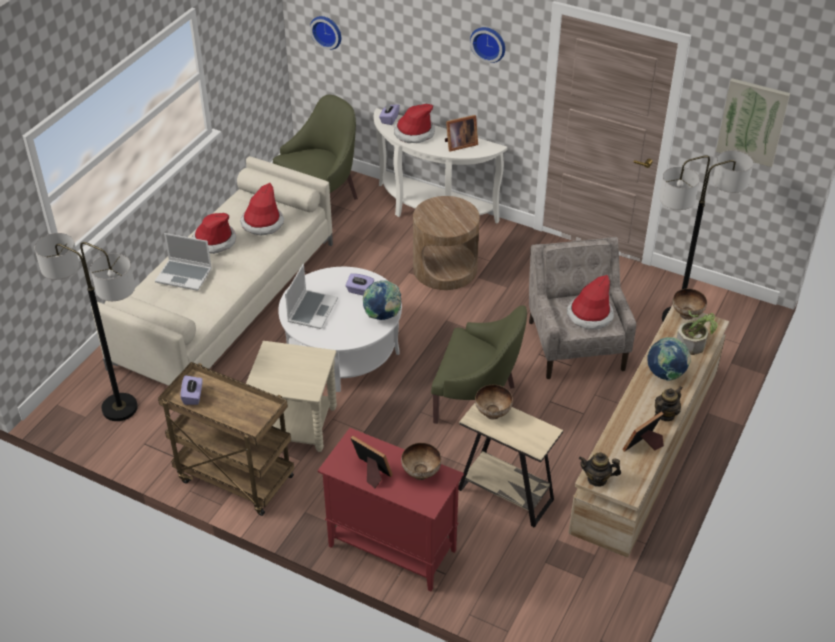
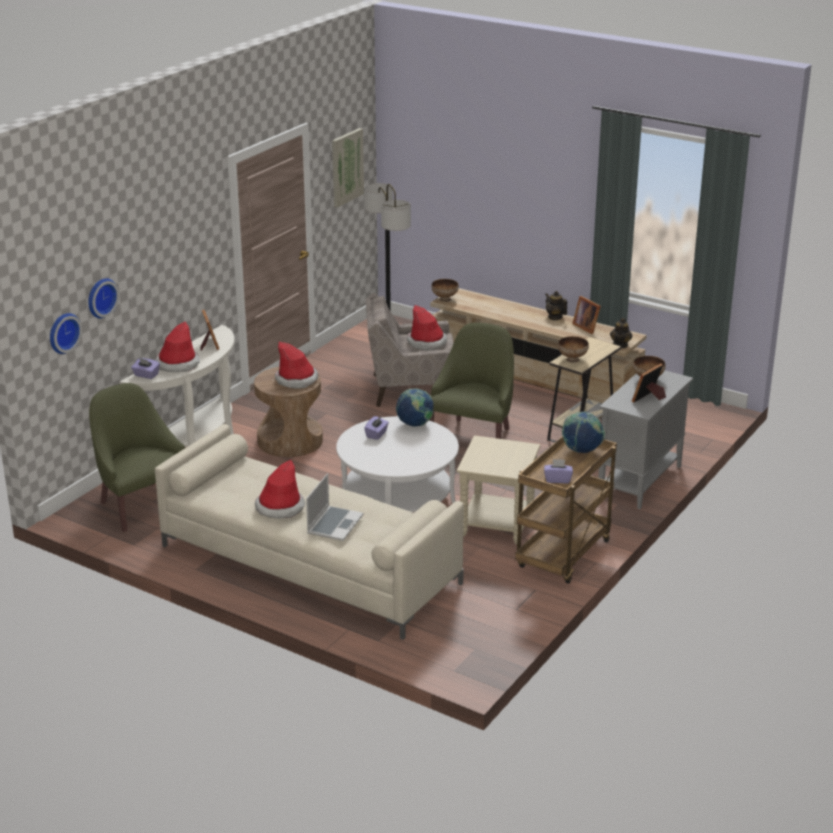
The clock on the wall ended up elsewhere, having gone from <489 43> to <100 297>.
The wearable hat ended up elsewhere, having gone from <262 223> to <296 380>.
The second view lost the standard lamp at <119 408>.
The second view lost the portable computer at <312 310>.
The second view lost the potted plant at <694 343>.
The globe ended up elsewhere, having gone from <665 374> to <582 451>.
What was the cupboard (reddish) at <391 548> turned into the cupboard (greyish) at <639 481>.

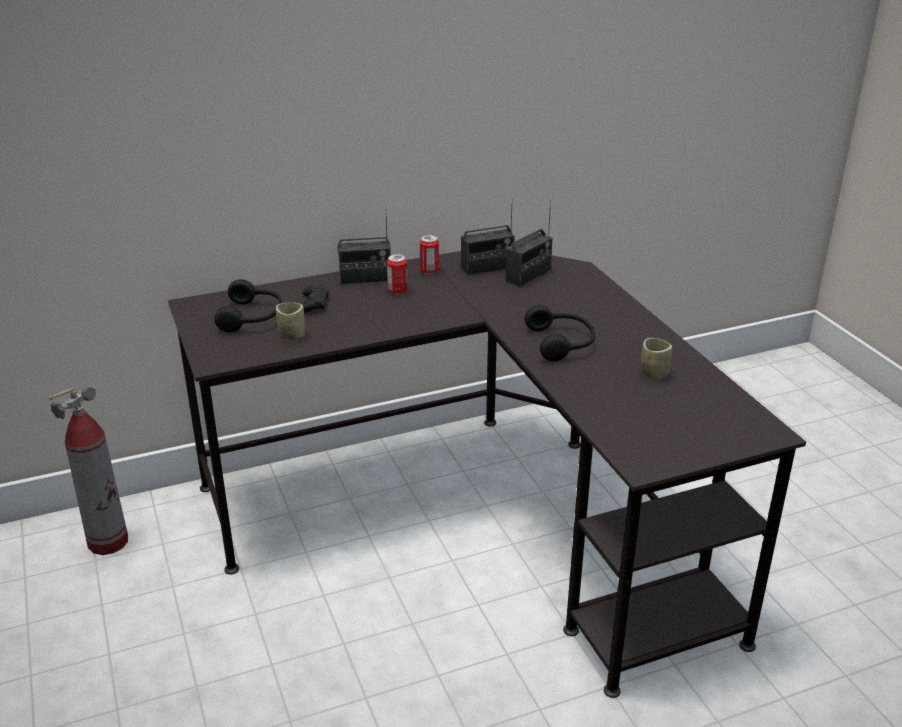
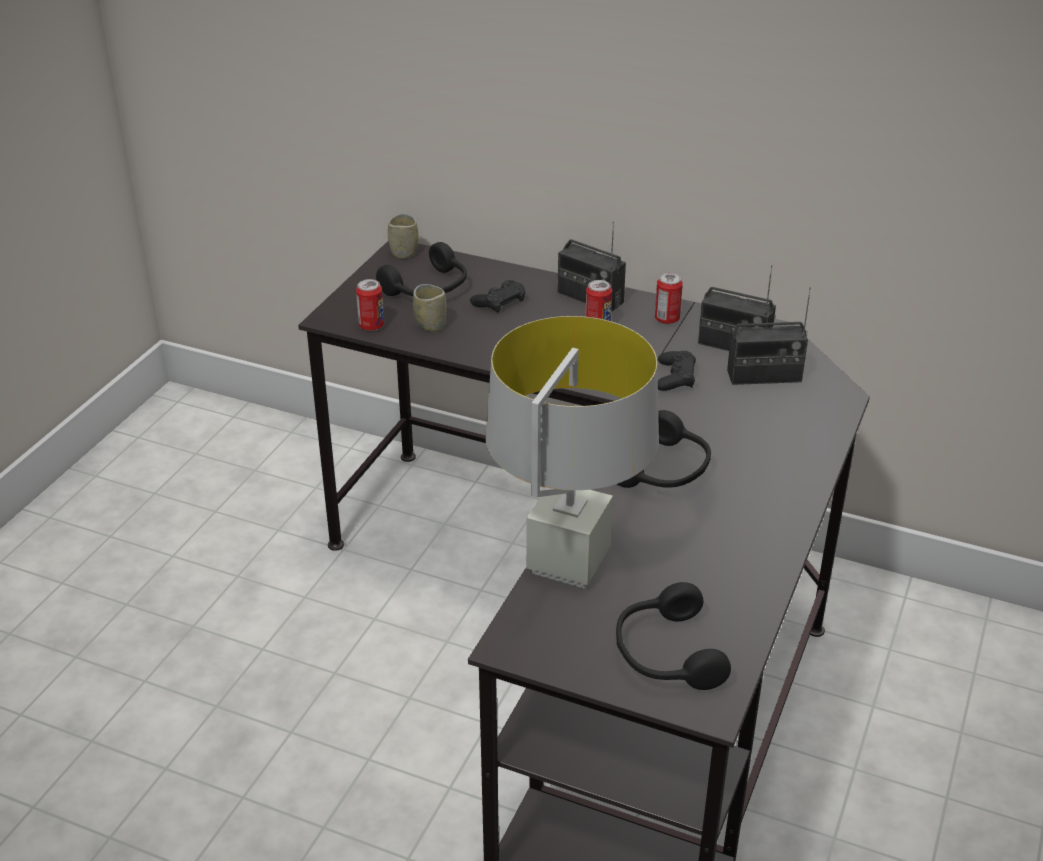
The drinking cup ended up elsewhere, having gone from <654 374> to <404 252>.
The second view lost the fire extinguisher at <108 541>.
The second view gained the sealed can at <371 326>.
The second view gained the tabletop lamp (greyish) at <567 564>.
The second view gained the joypad (black-coloured) at <675 377>.
The second view gained the headset (black-coloured) at <665 654>.

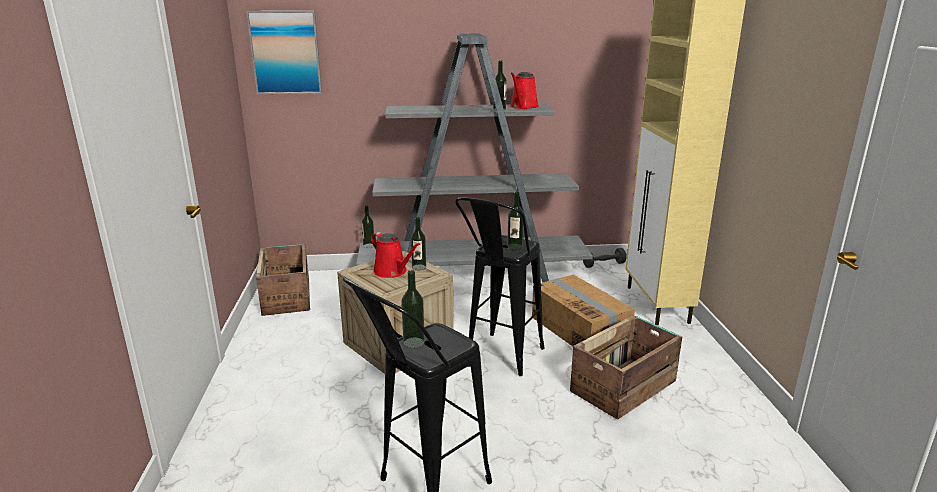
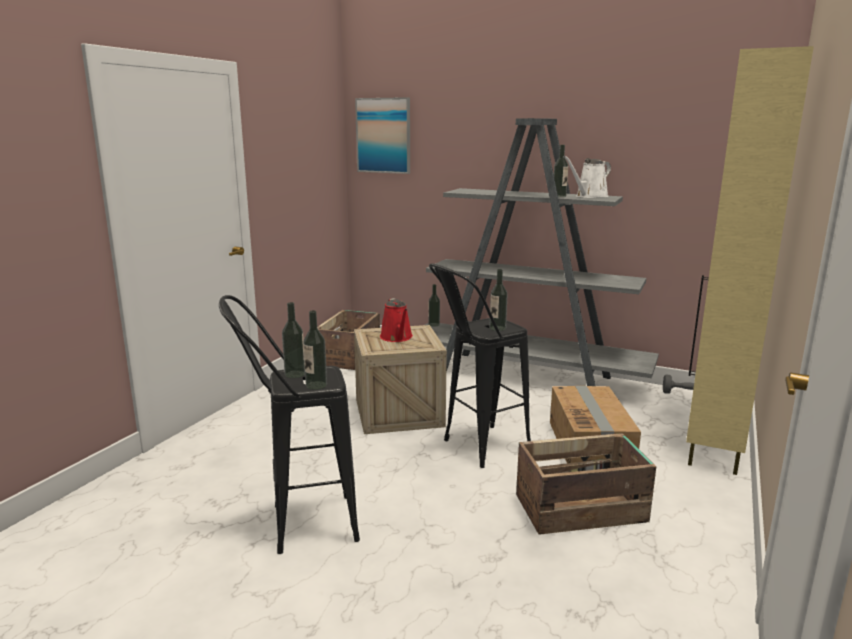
What was the sprinkling can (reddish) at <523 107> turned into the sprinkling can (whitish) at <589 196>.
The beverage bottle ended up elsewhere, having gone from <419 267> to <316 385>.

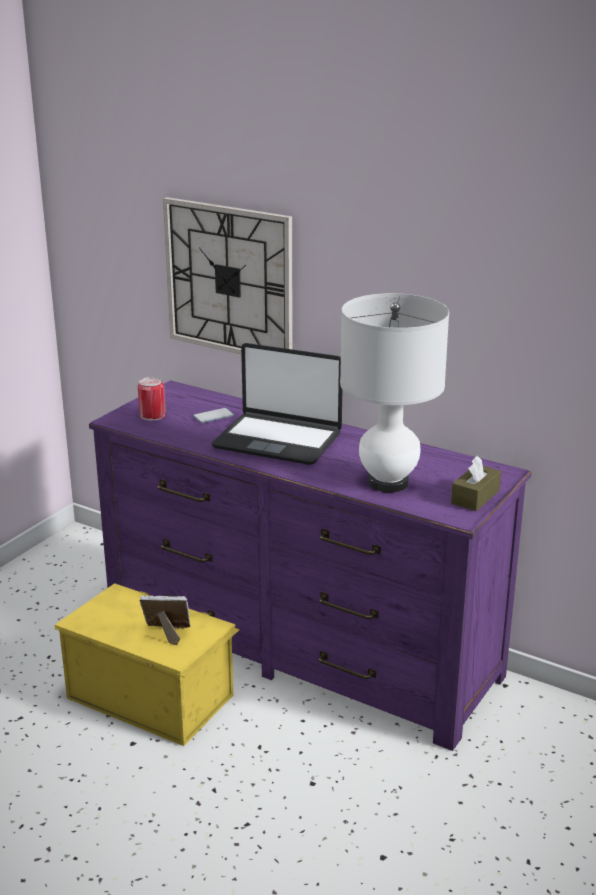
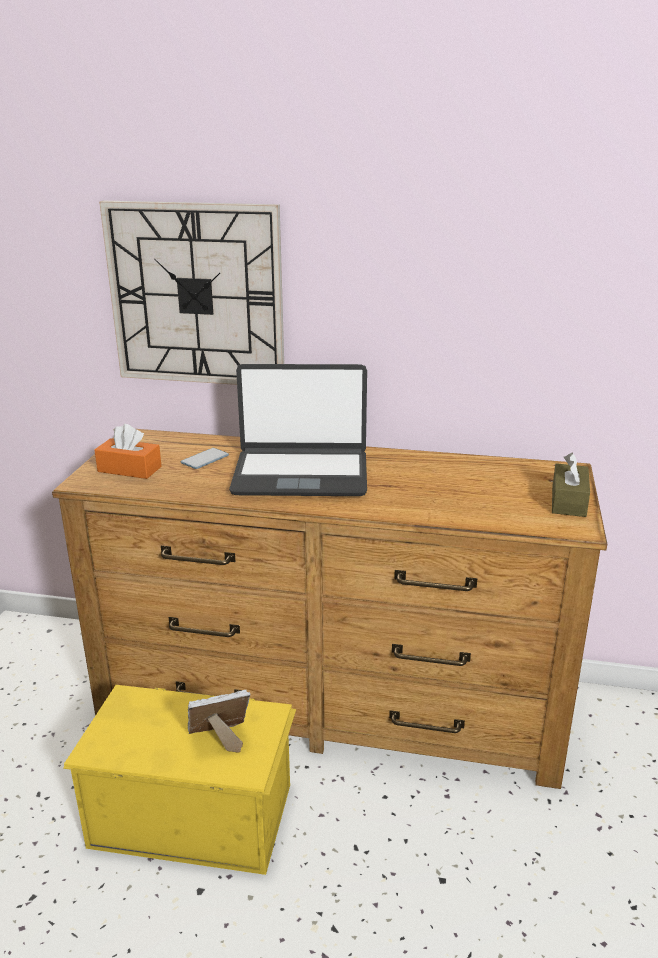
The second view lost the tabletop lamp (whitish) at <388 482>.
Where the sealed can stood at <152 415>, the tissue holder (orange) came to stand at <129 469>.
What was the chest of drawers (purplish) at <300 646> turned into the chest of drawers (brownish) at <331 703>.

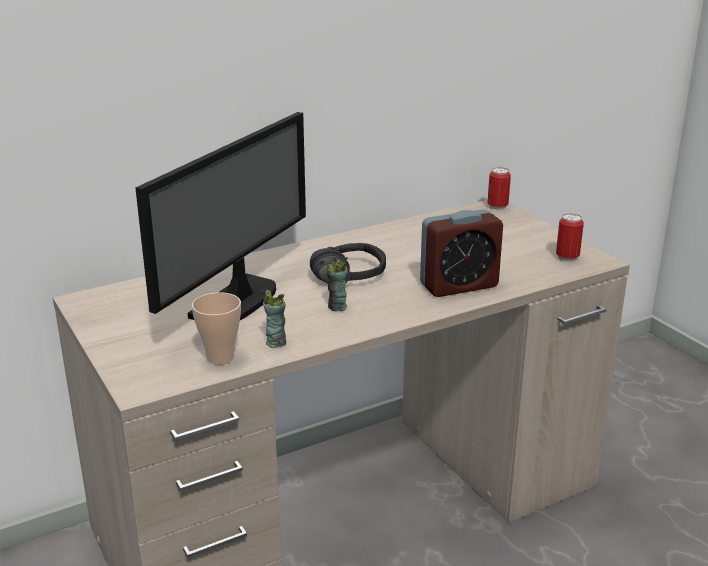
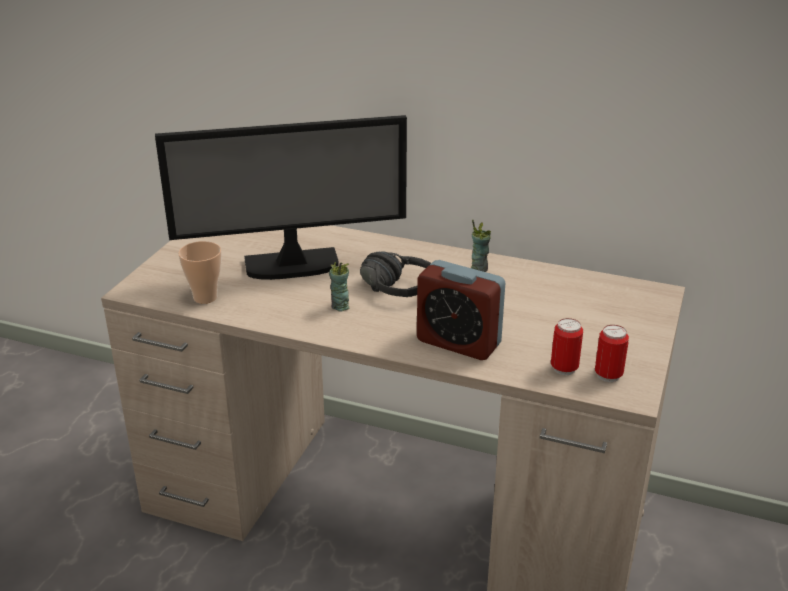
The sealed can ended up elsewhere, having gone from <497 207> to <564 368>.
The drinking cup ended up elsewhere, having gone from <275 342> to <479 268>.

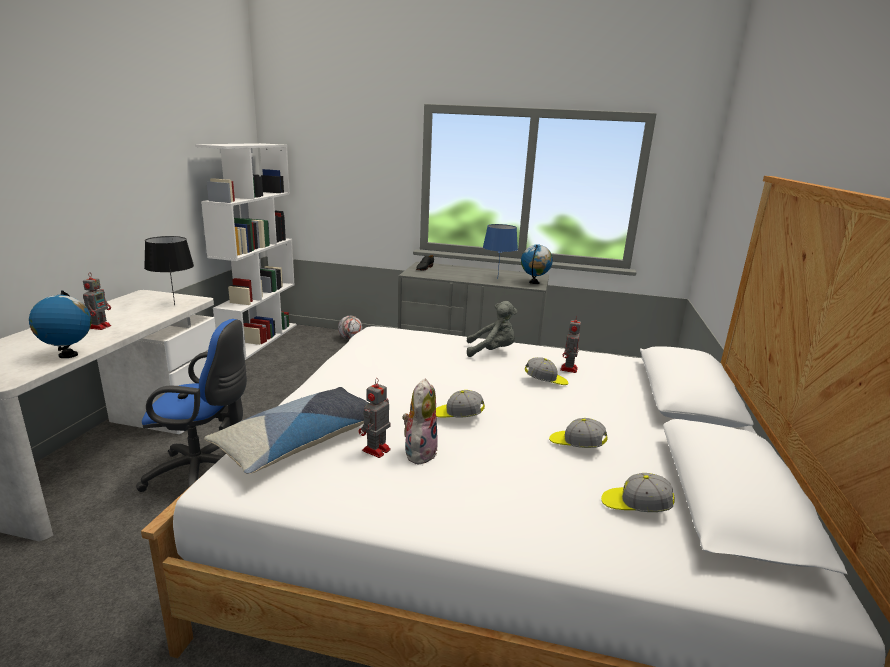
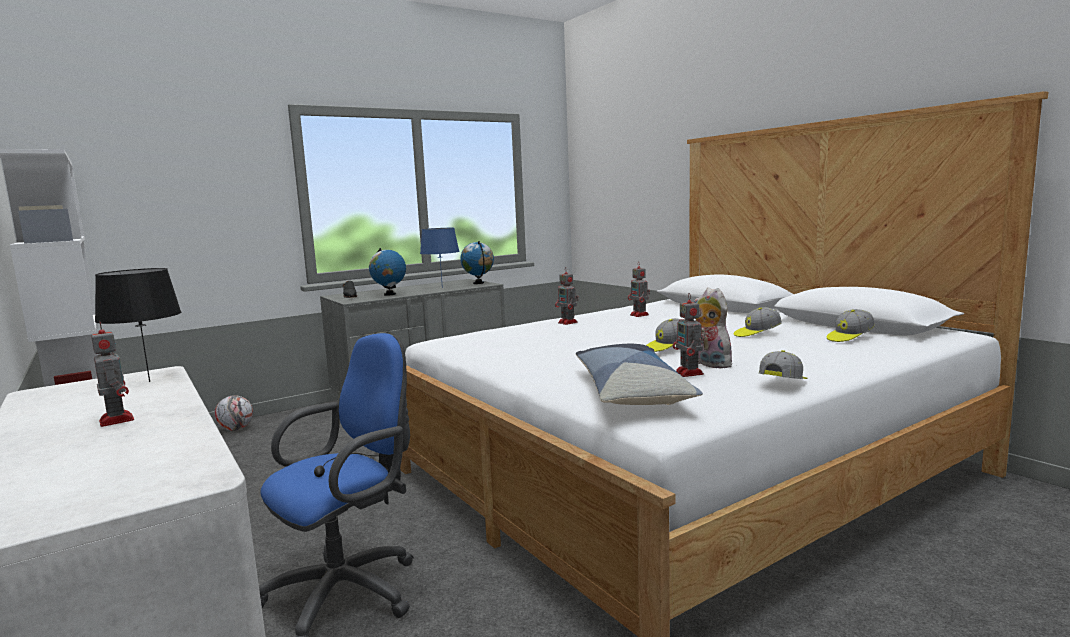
The globe ended up elsewhere, having gone from <68 355> to <389 294>.
Where the cuddly toy (greyish) stood at <492 351>, the model robot came to stand at <568 322>.
The cap ended up elsewhere, having gone from <545 381> to <783 384>.

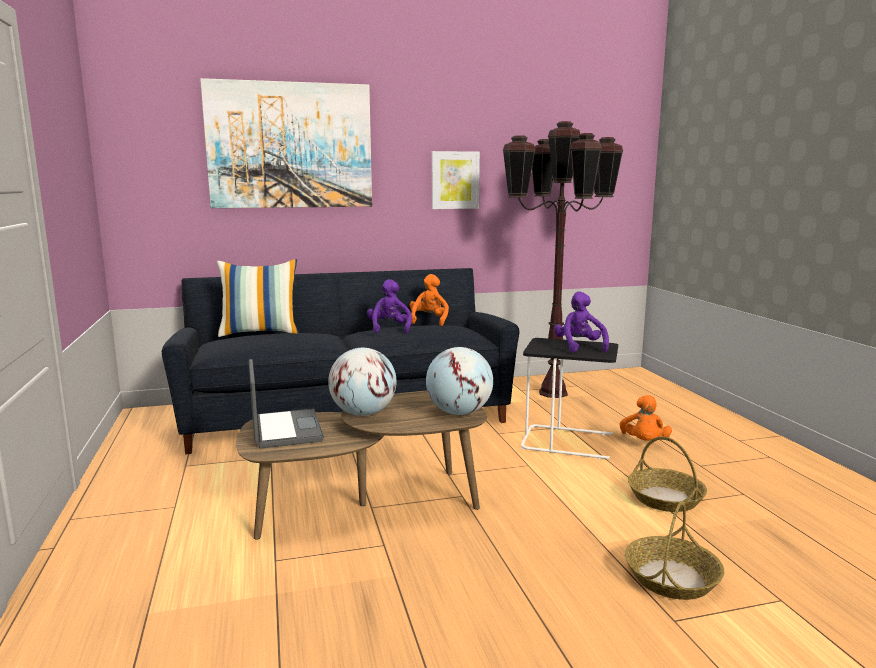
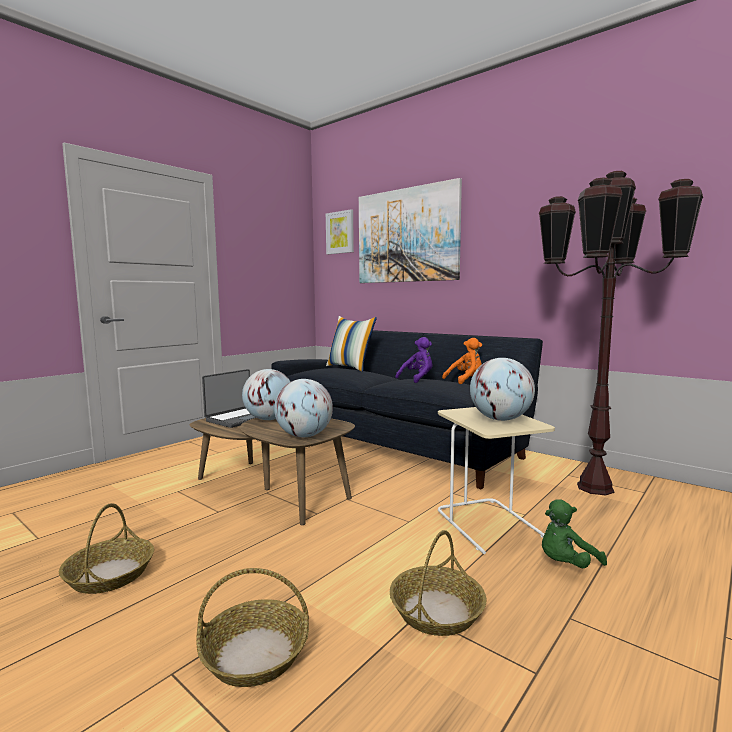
The wall picture ended up elsewhere, having gone from <455 180> to <340 232>.
Where the cuddly toy (purplish) stood at <579 347>, the globe came to stand at <500 419>.
What was the accent table (black-coloured) at <568 442> turned into the accent table (beige) at <490 525>.
What was the cuddly toy (orange) at <644 443> turned into the cuddly toy (green-coloured) at <566 564>.
The second view gained the storage basket at <109 574>.

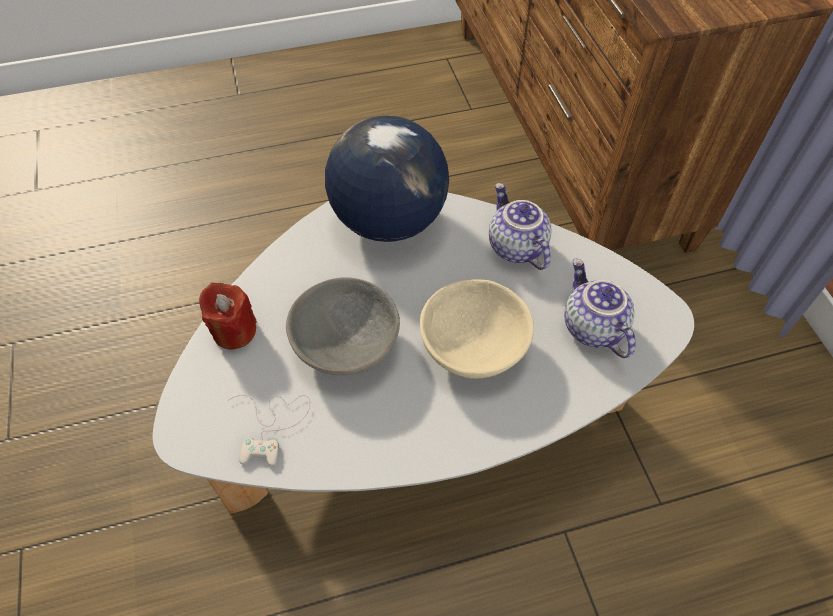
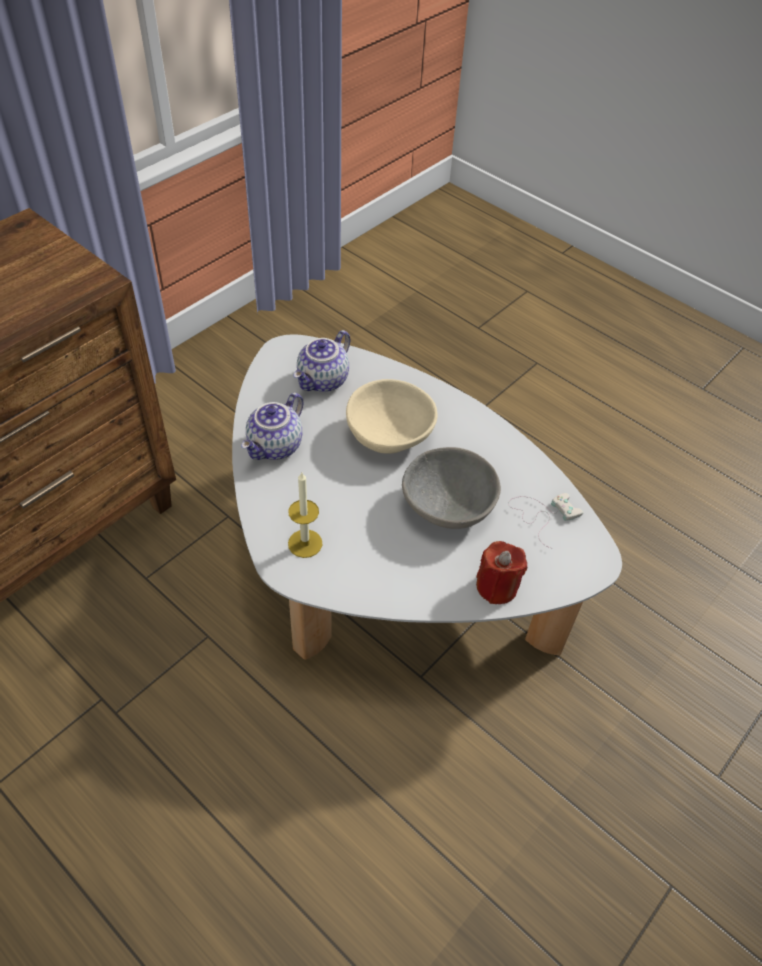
Where the globe stood at <388 221>, the wax light came to stand at <305 543>.

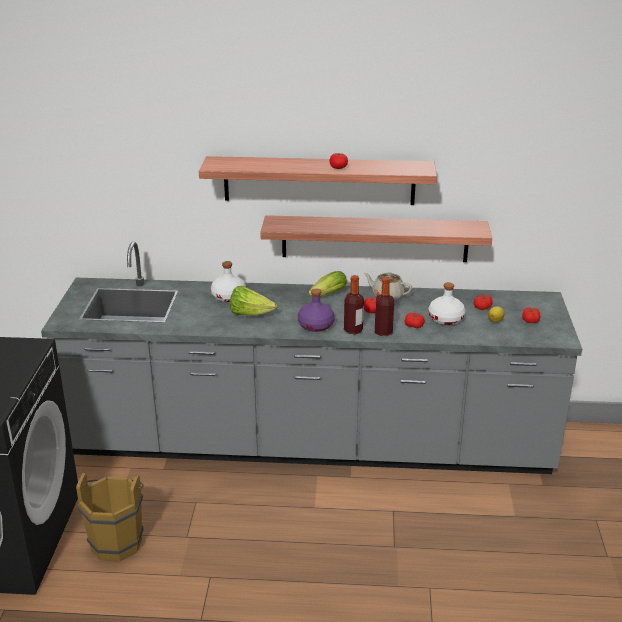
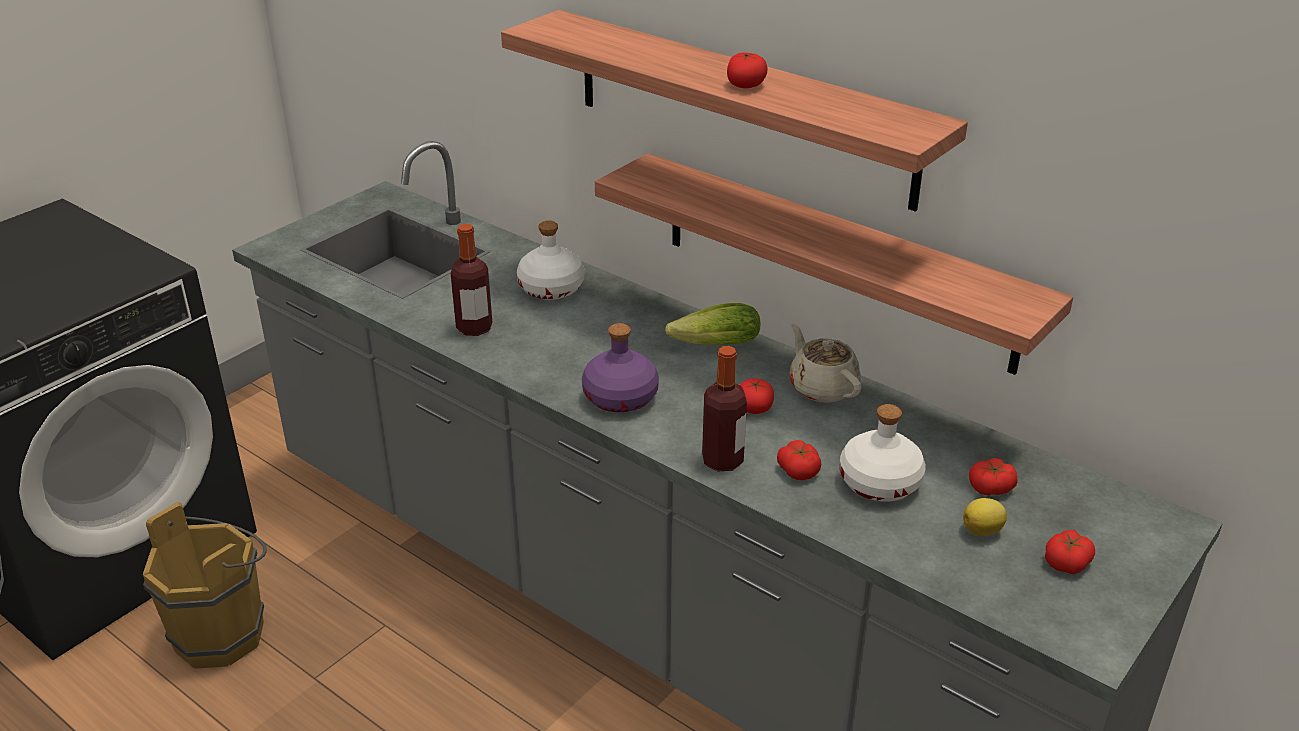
The beverage bottle ended up elsewhere, having gone from <353 330> to <474 328>.
The second view lost the lettuce at <250 314>.

